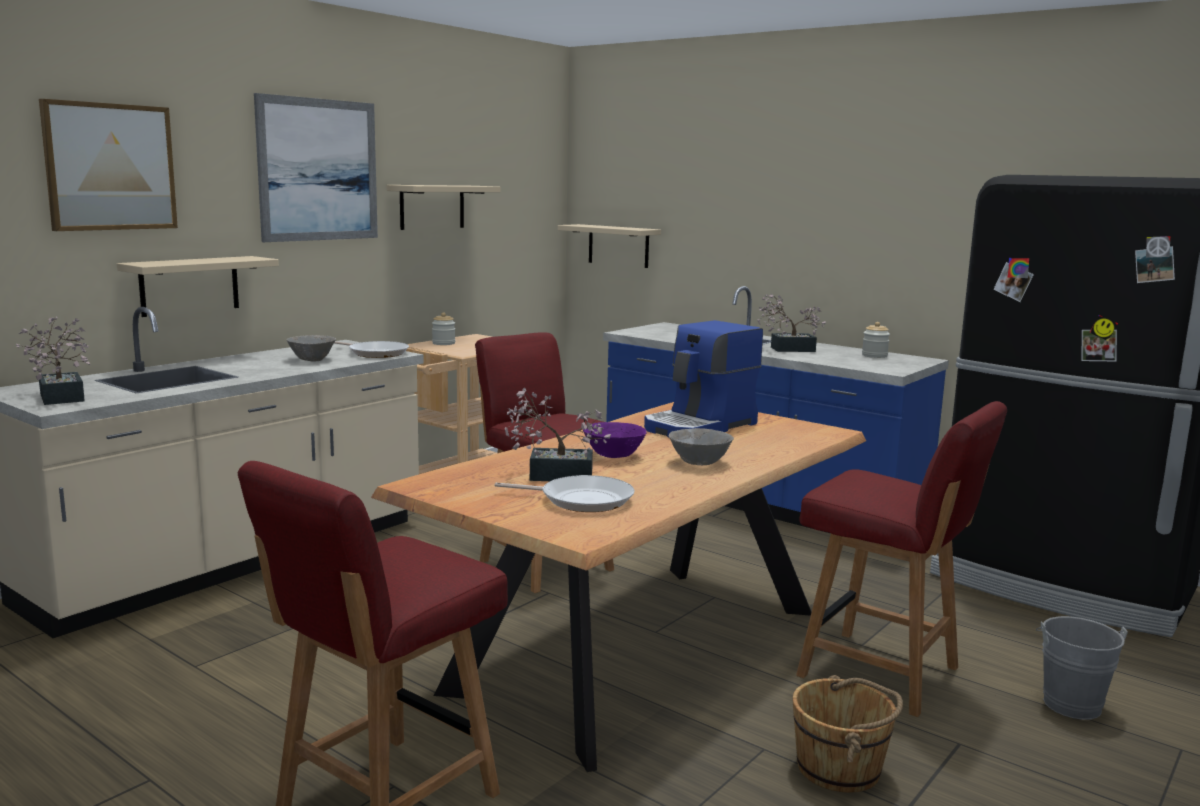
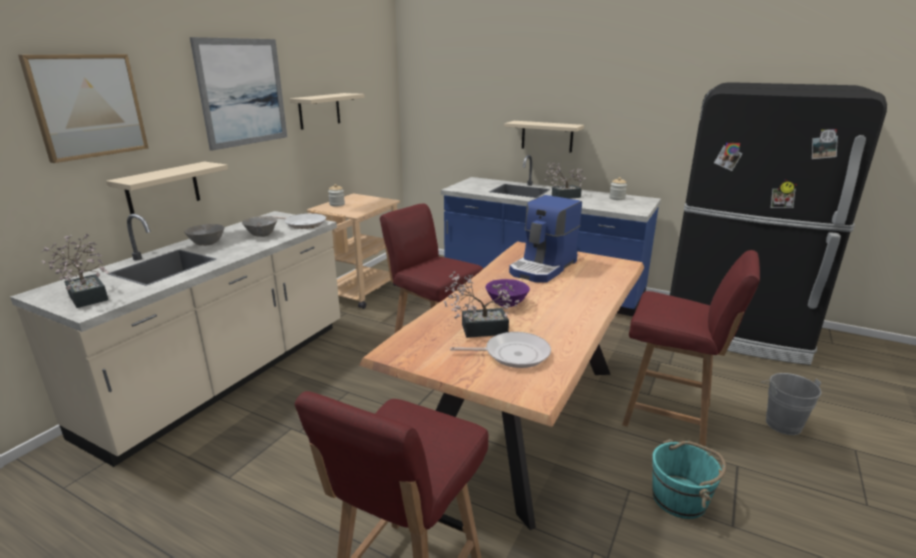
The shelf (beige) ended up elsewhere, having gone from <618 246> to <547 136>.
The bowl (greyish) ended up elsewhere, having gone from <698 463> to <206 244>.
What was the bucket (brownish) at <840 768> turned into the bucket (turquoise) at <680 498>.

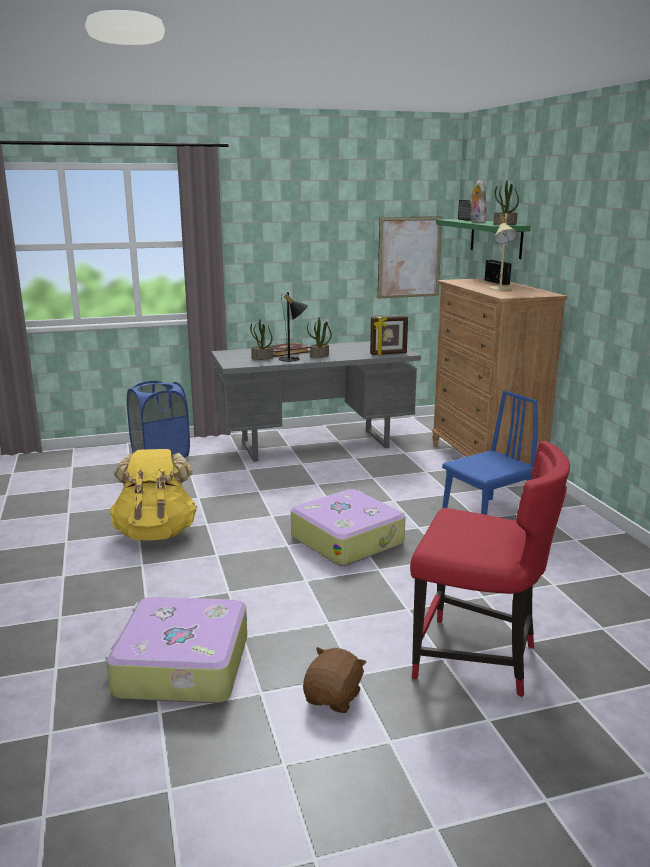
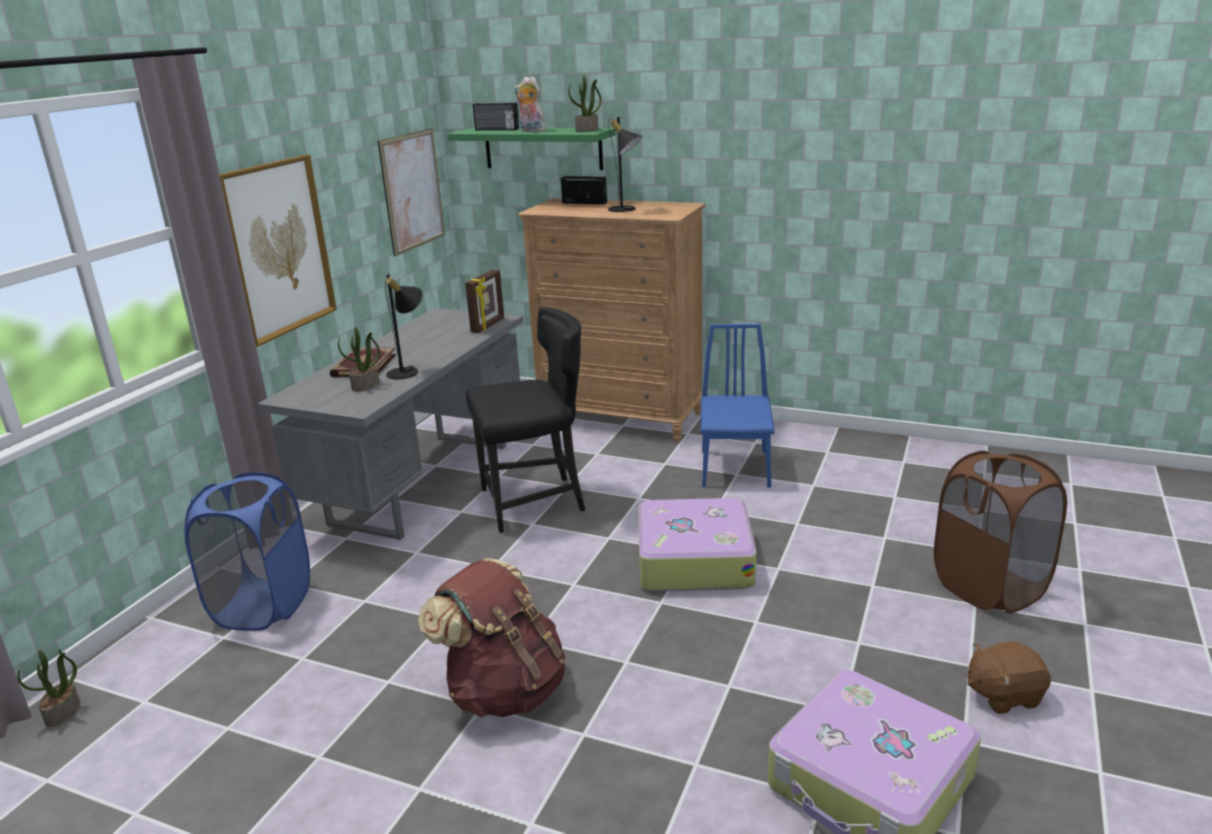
What was the tabletop lamp (beige) at <500 289> turned into the tabletop lamp (black-coloured) at <625 209>.
The potted plant ended up elsewhere, having gone from <319 356> to <63 712>.
Where the plain chair (reddish) stood at <478 659>, the laundry basket (brownish) came to stand at <989 587>.
What was the backpack (yellowish) at <156 533> turned into the backpack (brownish) at <504 690>.
The cuddly toy (brownish) at <334 698> ended up facing another way, 75 degrees counterclockwise from before.
The second view gained the wall picture at <278 248>.
The second view gained the plain chair (black-coloured) at <535 502>.

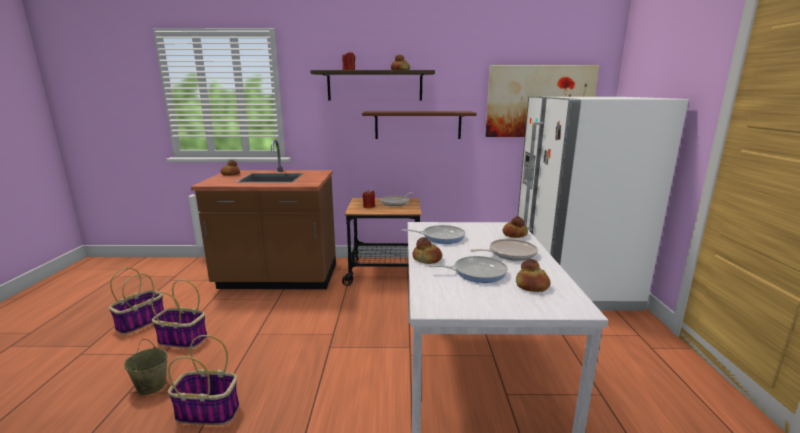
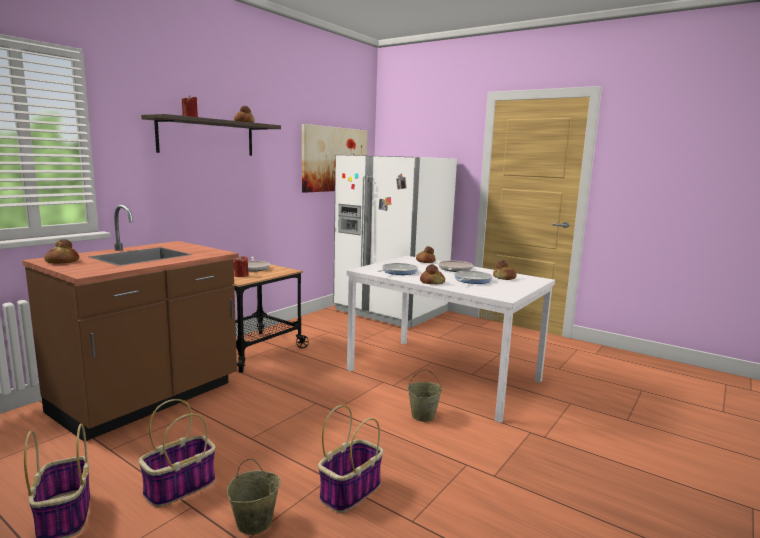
The second view lost the shelf (brownish) at <418 125>.
The second view gained the bucket (beige) at <423 415>.

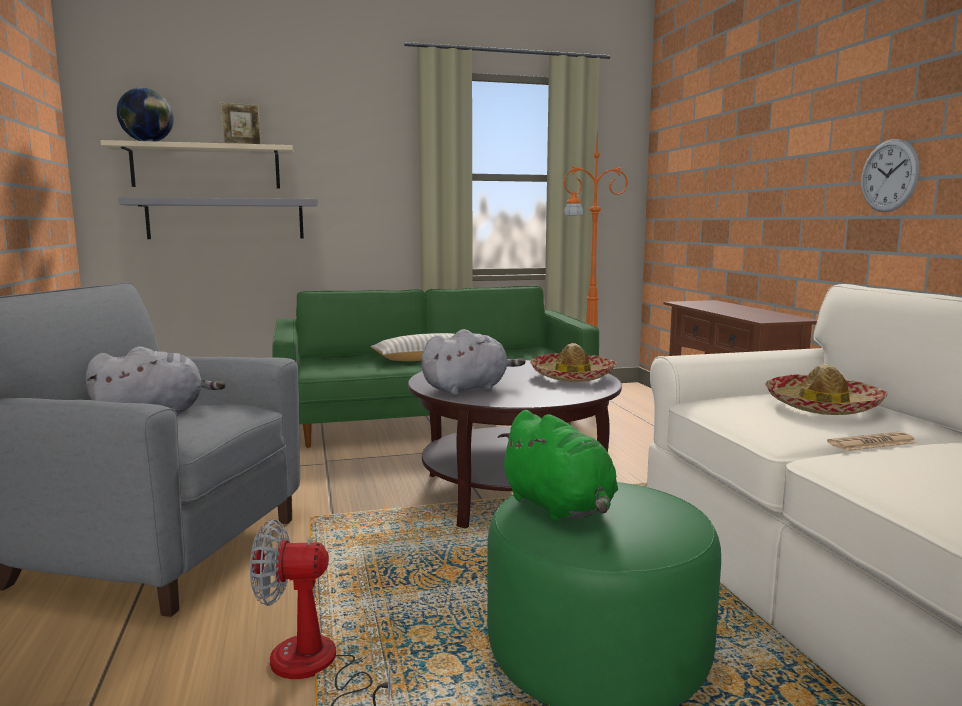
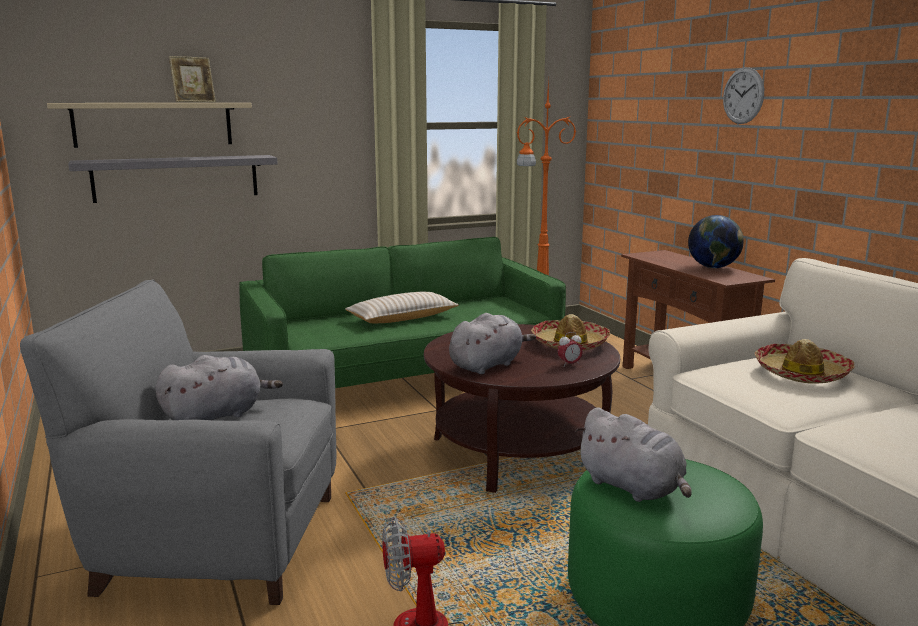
The globe ended up elsewhere, having gone from <148 142> to <713 267>.
The clock on the wall ended up elsewhere, having gone from <889 175> to <743 95>.
What was the cuddly toy (green-coloured) at <560 507> turned into the cuddly toy (greyish) at <633 488>.
The second view lost the newspaper at <872 443>.
The second view gained the bedside clock at <569 364>.

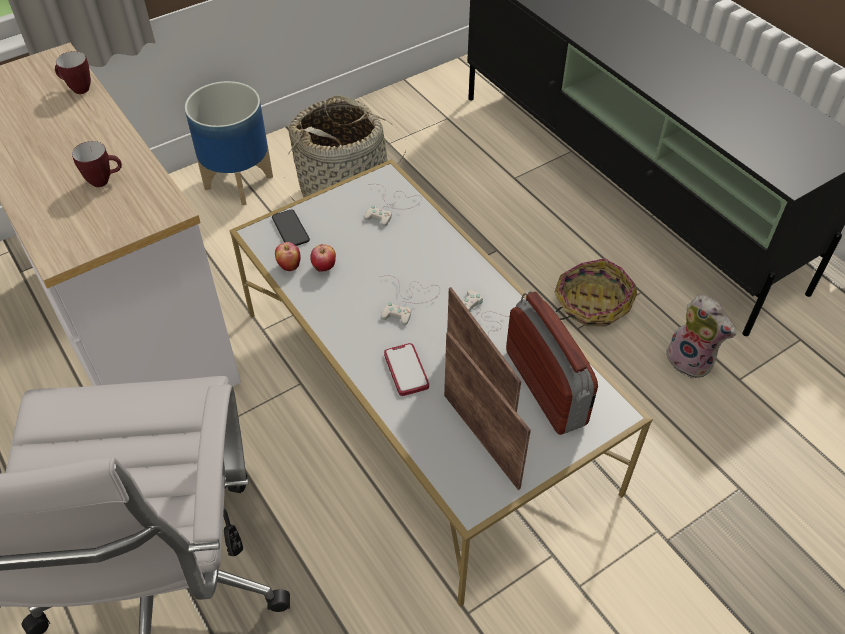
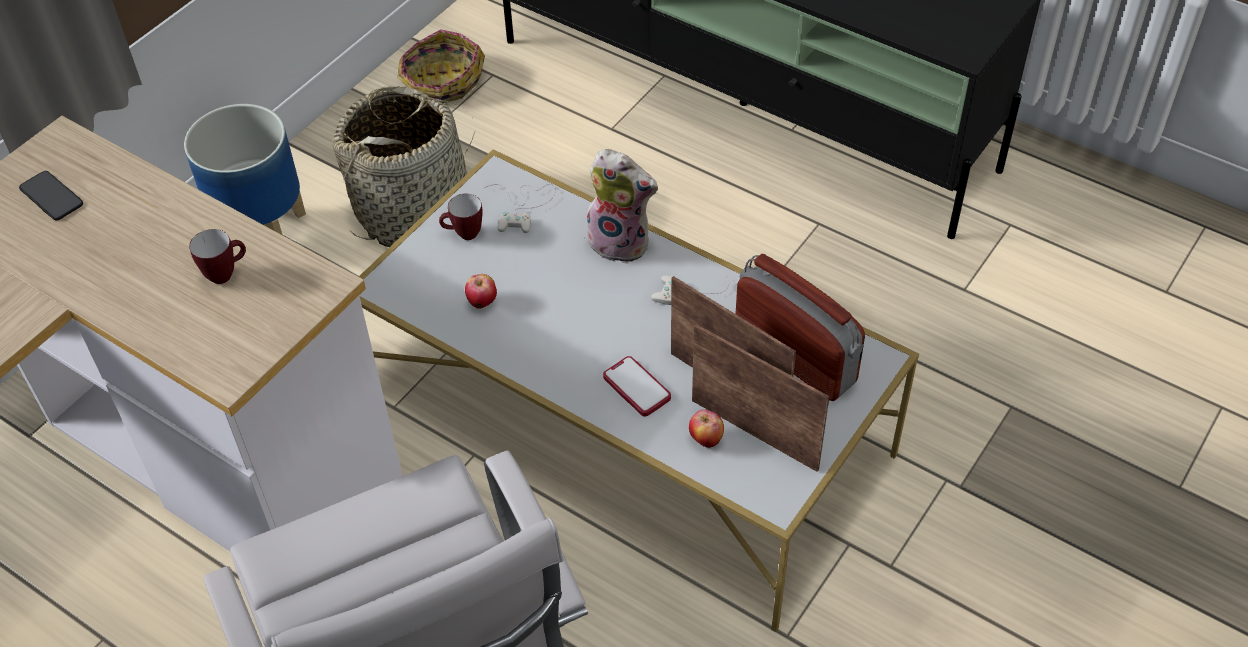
The coffee mug ended up elsewhere, having gone from <77 89> to <463 235>.
The handset ended up elsewhere, having gone from <290 229> to <51 197>.
The whole apple ended up elsewhere, having gone from <289 266> to <705 440>.
The storage basket ended up elsewhere, having gone from <591 304> to <441 82>.
The second view lost the joypad (whitish) at <408 300>.
The cuddly toy ended up elsewhere, having gone from <691 361> to <622 242>.

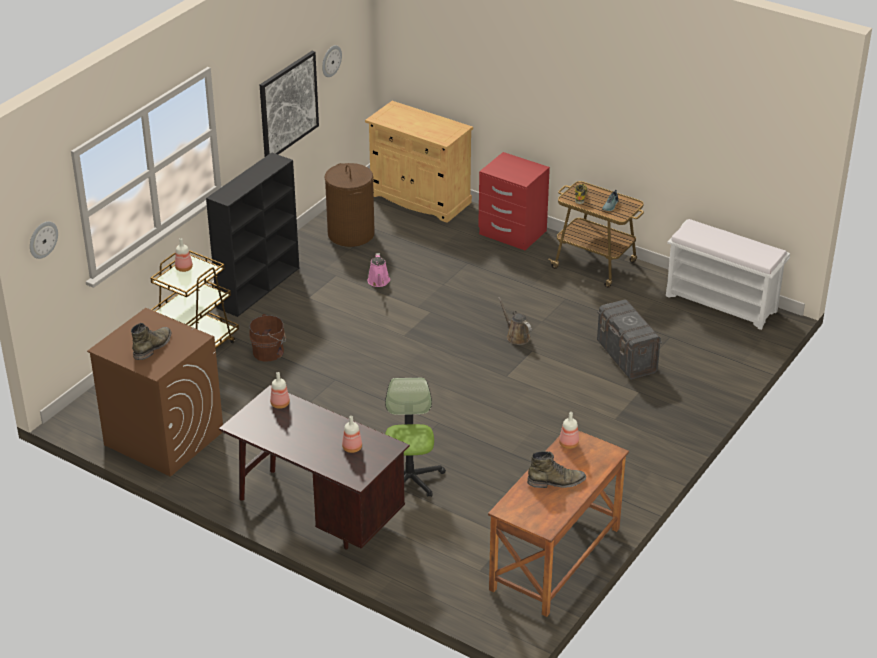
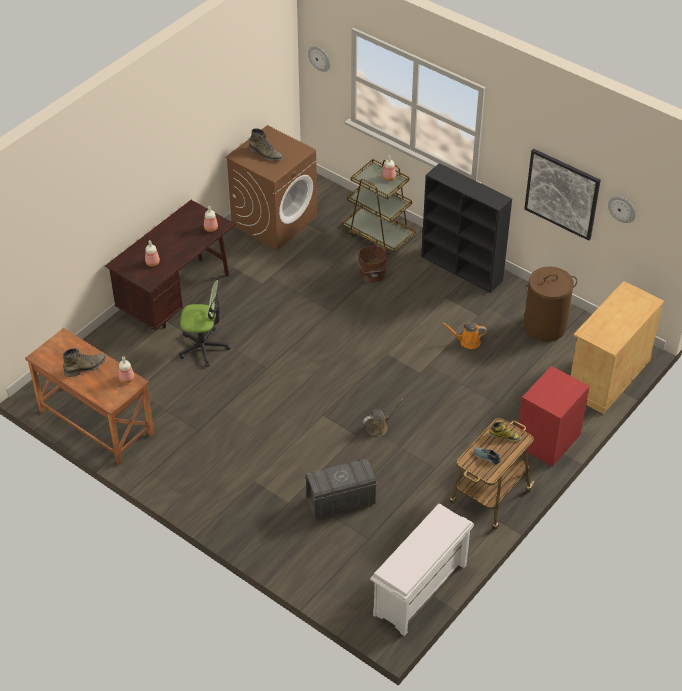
What was the sprinkling can (pinkish) at <379 282> turned into the sprinkling can (orange) at <467 342>.
The boot (green-coloured) at <556 482> ended up facing another way, 120 degrees counterclockwise from before.

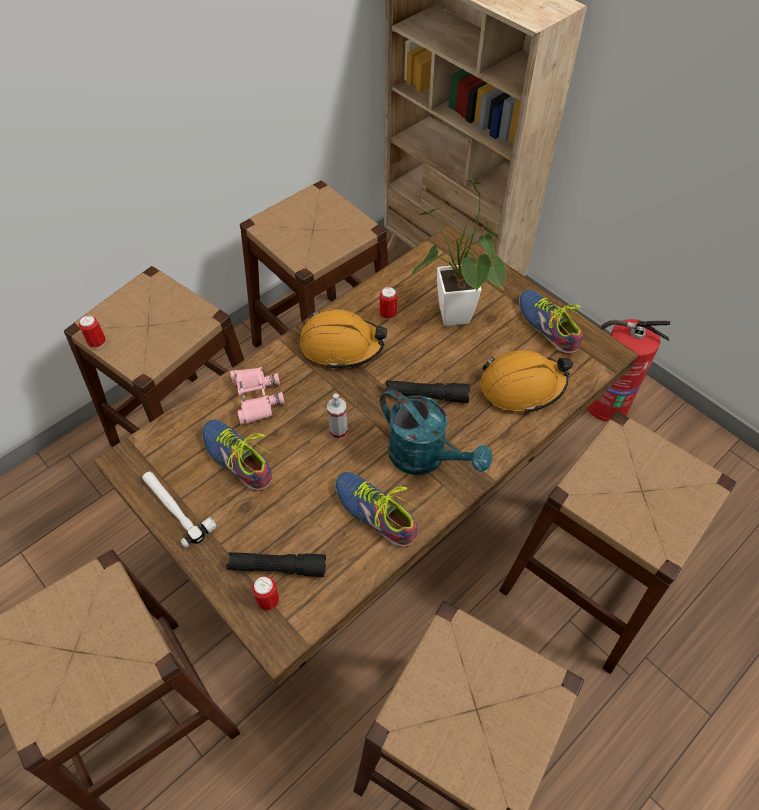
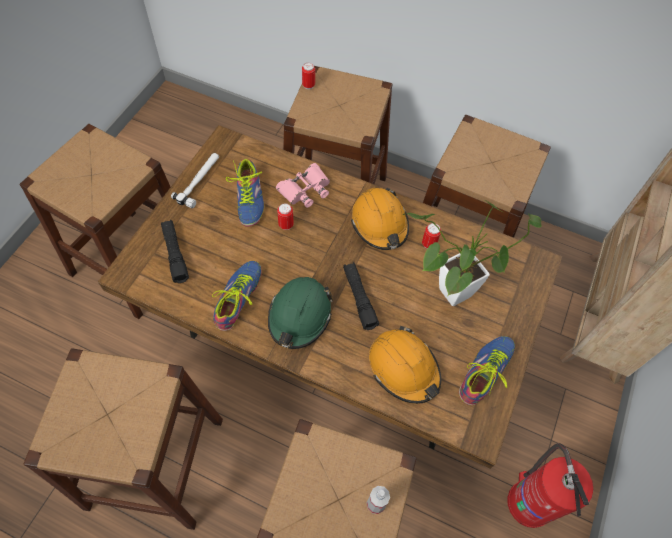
Where the sprinkling can (turquoise) stood at <425 457>, the work helmet (green-coloured) came to stand at <299 316>.
The spray bottle ended up elsewhere, having gone from <338 431> to <376 504>.
The low shoe at <237 459> ended up facing another way, 150 degrees clockwise from before.
The sealed can ended up elsewhere, having gone from <268 601> to <286 225>.

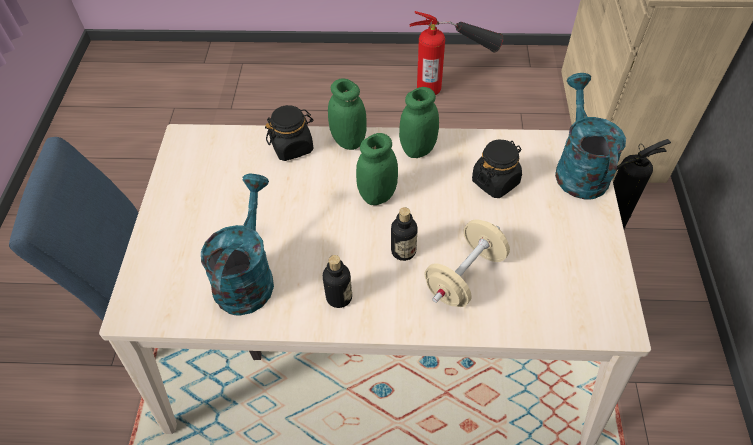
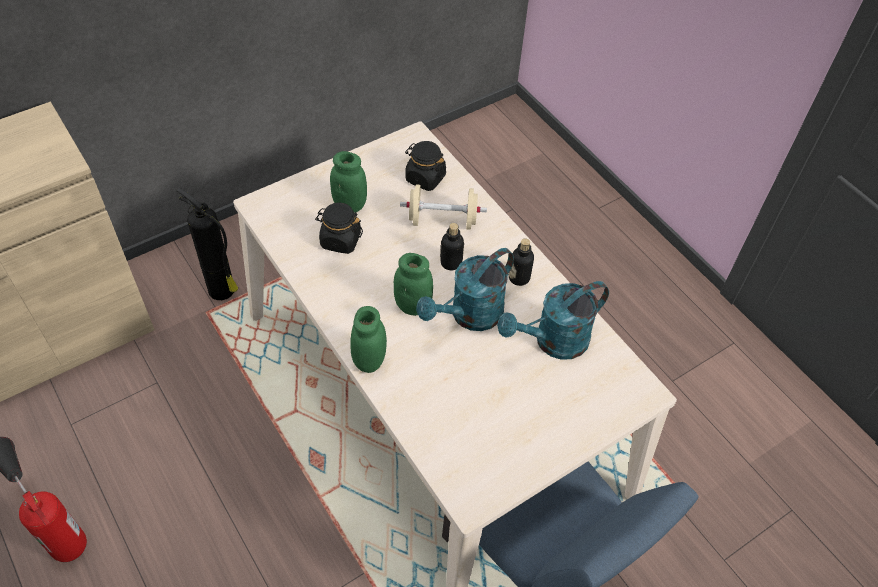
The sprinkling can (turquoise) ended up elsewhere, having gone from <578 168> to <469 316>.
The jar (green-coloured) ended up elsewhere, having gone from <418 149> to <350 205>.
The jar (black-coloured) ended up elsewhere, having gone from <292 147> to <425 178>.

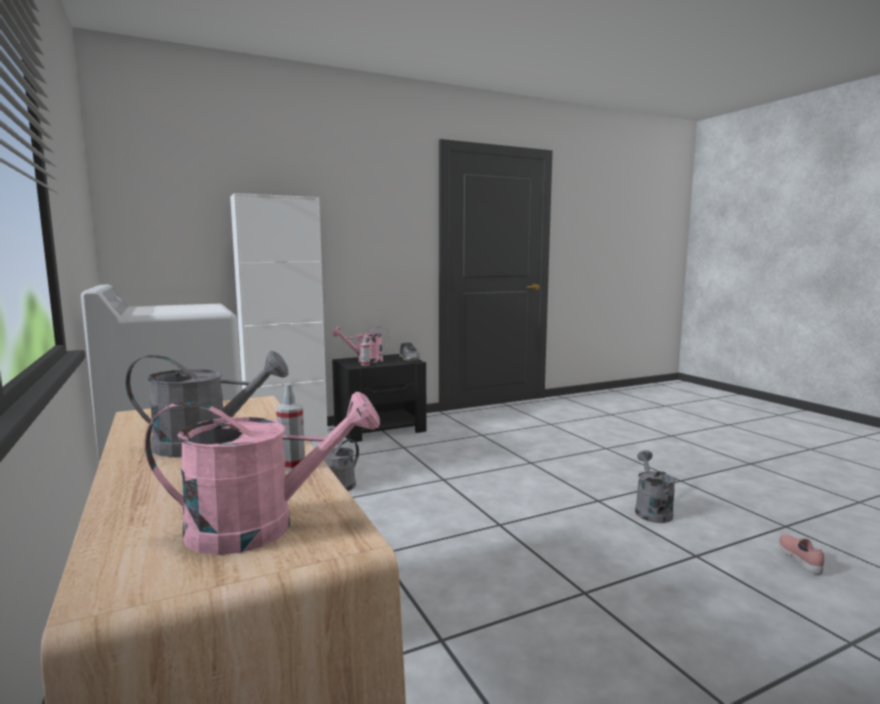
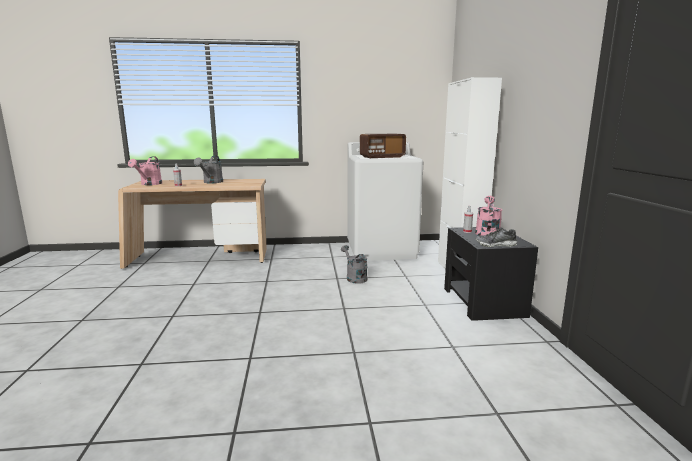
The second view lost the sprinkling can (greyish) at <651 510>.
The second view lost the low shoe (pinkish) at <800 560>.
The second view gained the radio receiver at <382 157>.

